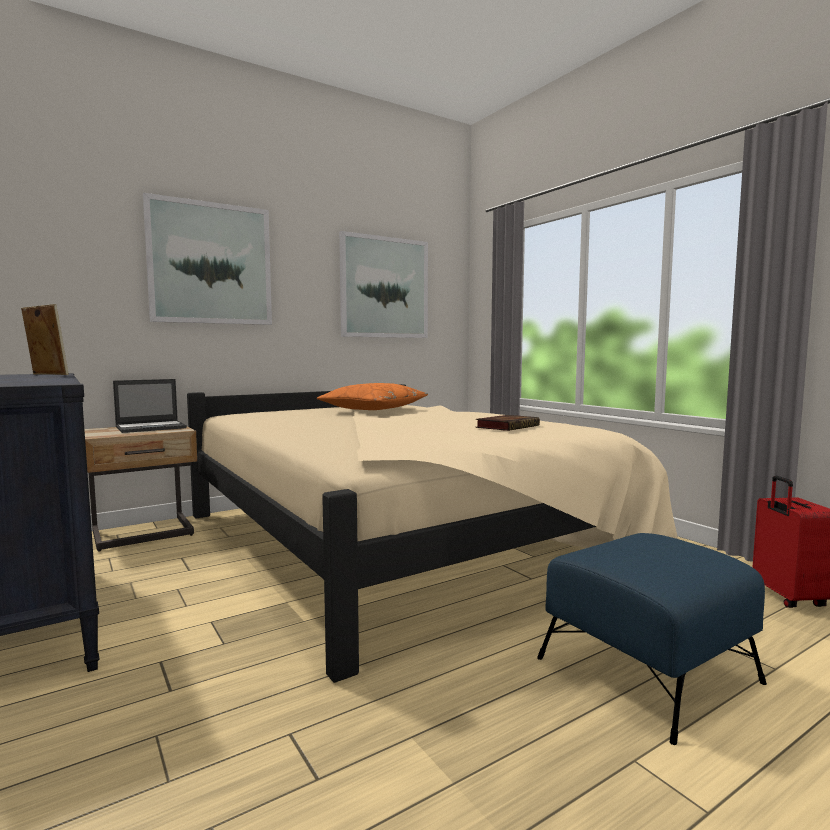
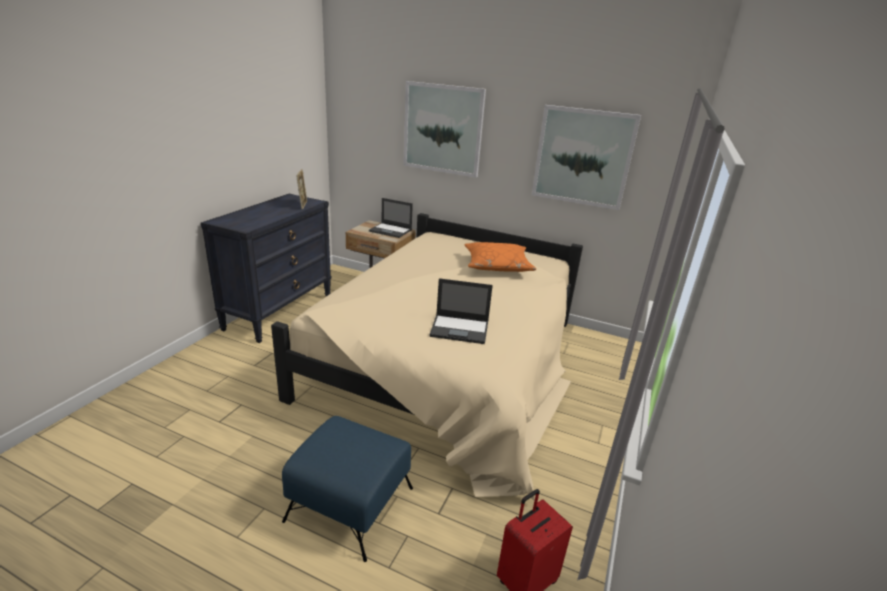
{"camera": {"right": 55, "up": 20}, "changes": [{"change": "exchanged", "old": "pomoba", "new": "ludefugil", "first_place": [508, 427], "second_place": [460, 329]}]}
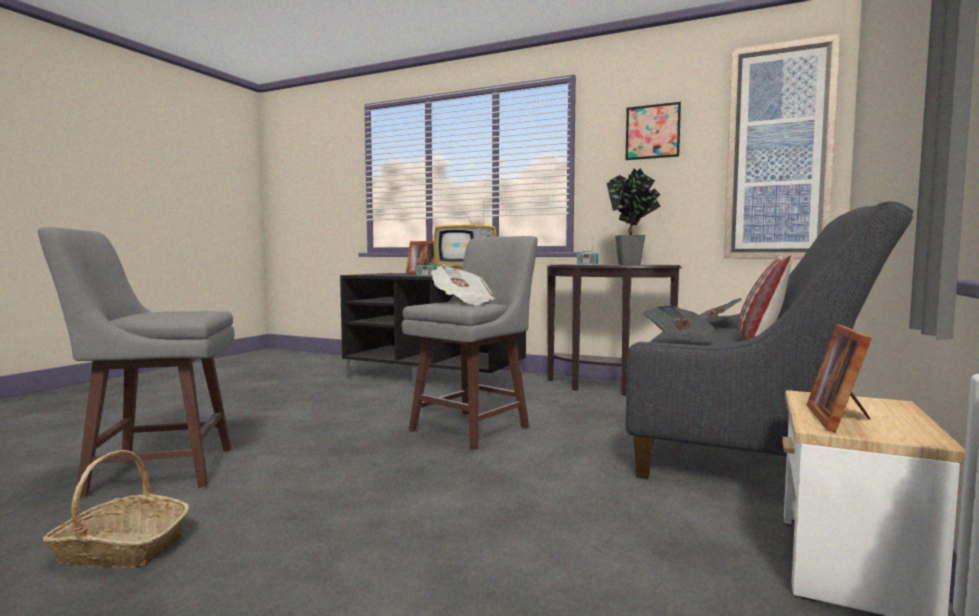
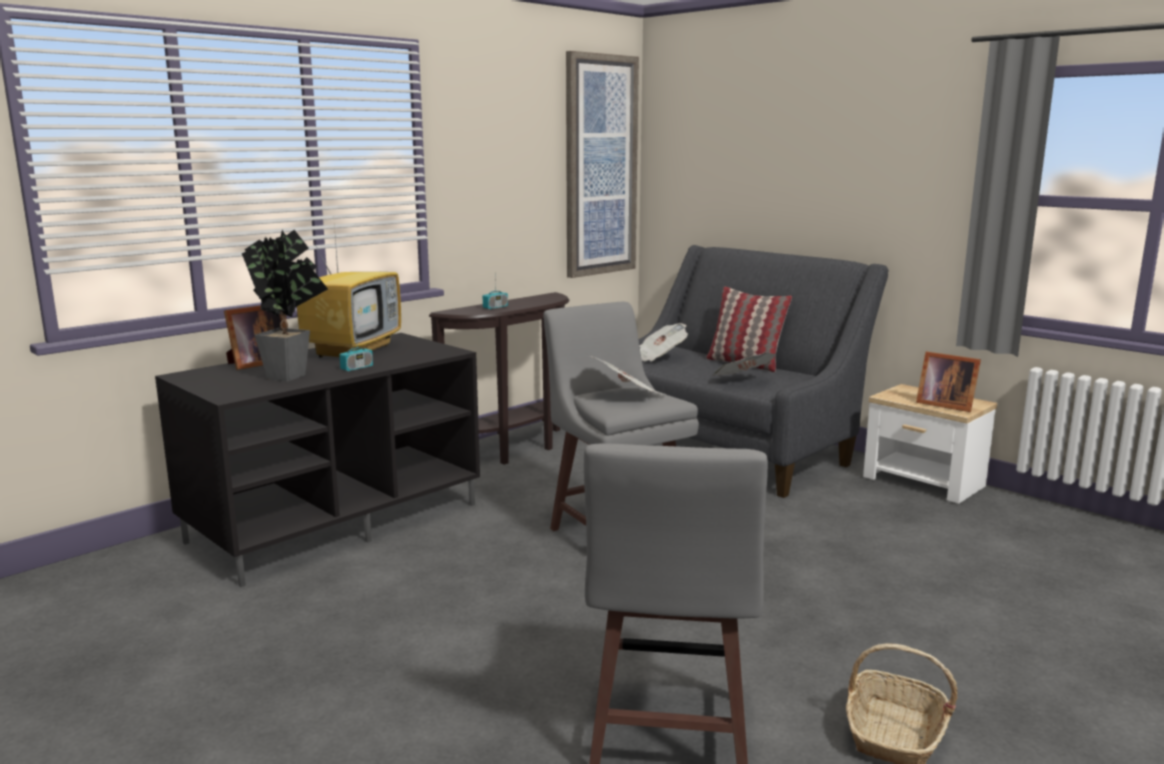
{"camera": {"right": -70, "up": 10}, "changes": [{"change": "missing", "old": "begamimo", "first_place": [652, 131]}, {"change": "relocated", "old": "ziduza", "first_place": [633, 264], "second_place": [292, 375]}]}
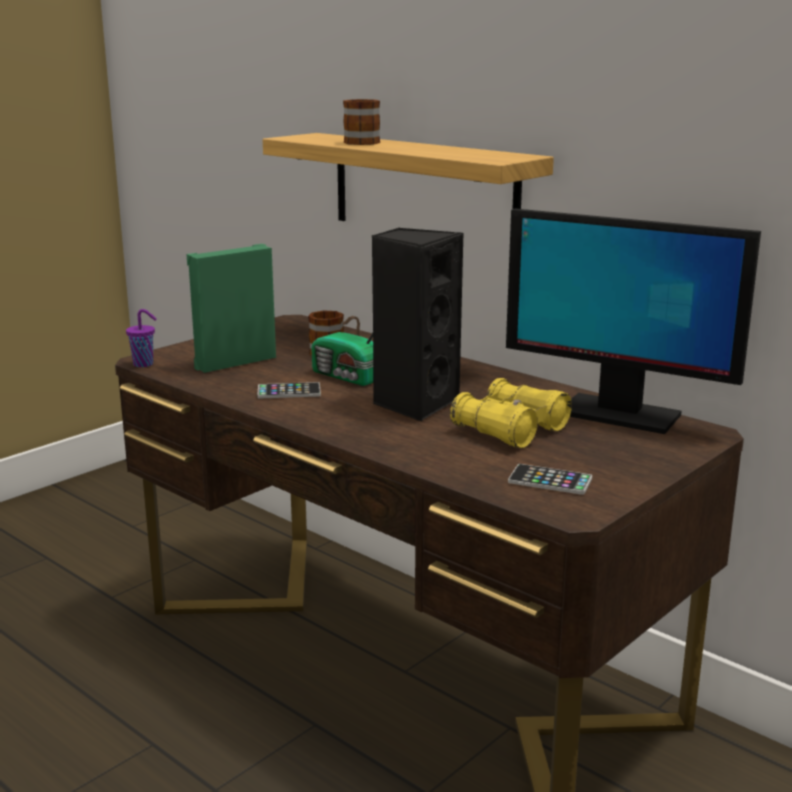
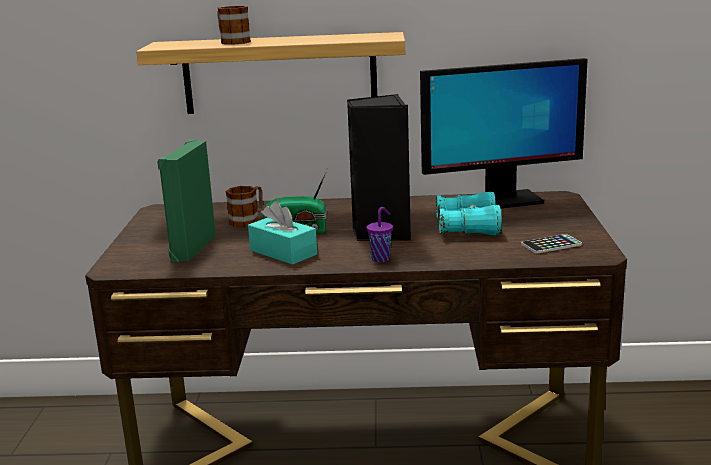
{"camera": {"right": -40, "up": 0}, "changes": [{"change": "relocated", "old": "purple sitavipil", "first_place": [144, 364], "second_place": [381, 258]}, {"change": "colour", "old": "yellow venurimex", "new": "turquoise venurimex", "first_place": [510, 429], "second_place": [468, 227]}, {"change": "exchanged", "old": "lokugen", "new": "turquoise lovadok", "first_place": [289, 392], "second_place": [283, 252]}]}
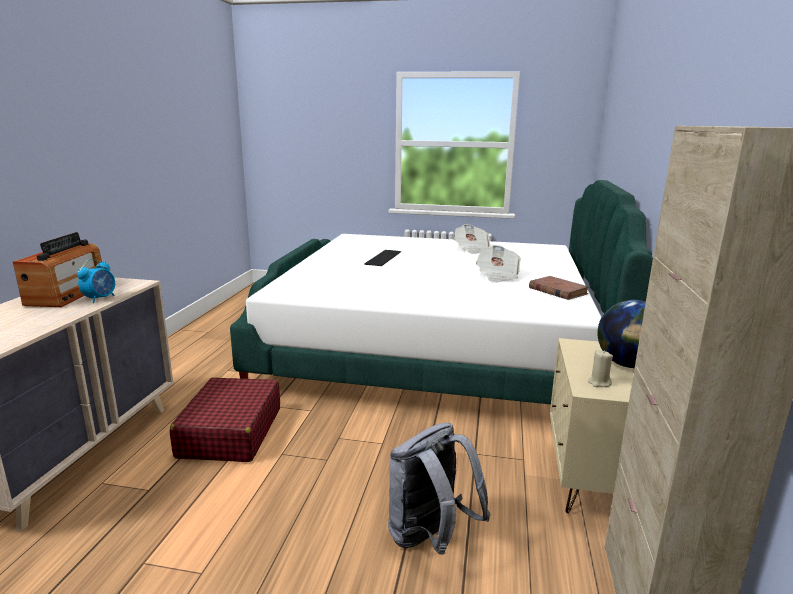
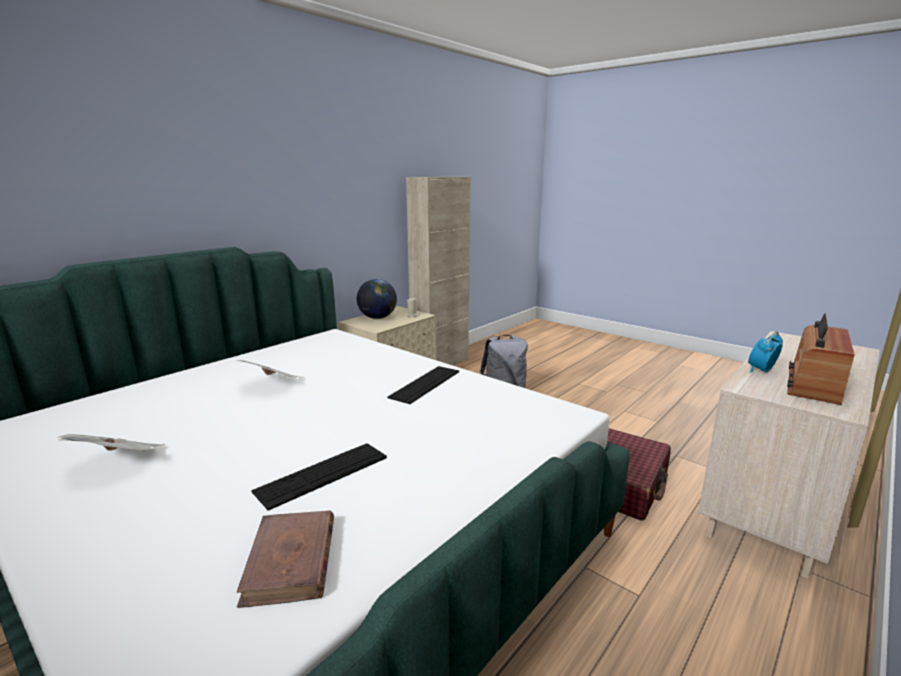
{"camera": {"right": -150, "up": 0}, "changes": [{"change": "relocated", "old": "brown pomoba", "first_place": [557, 291], "second_place": [291, 561]}, {"change": "appeared", "new": "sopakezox", "second_place": [425, 384]}]}
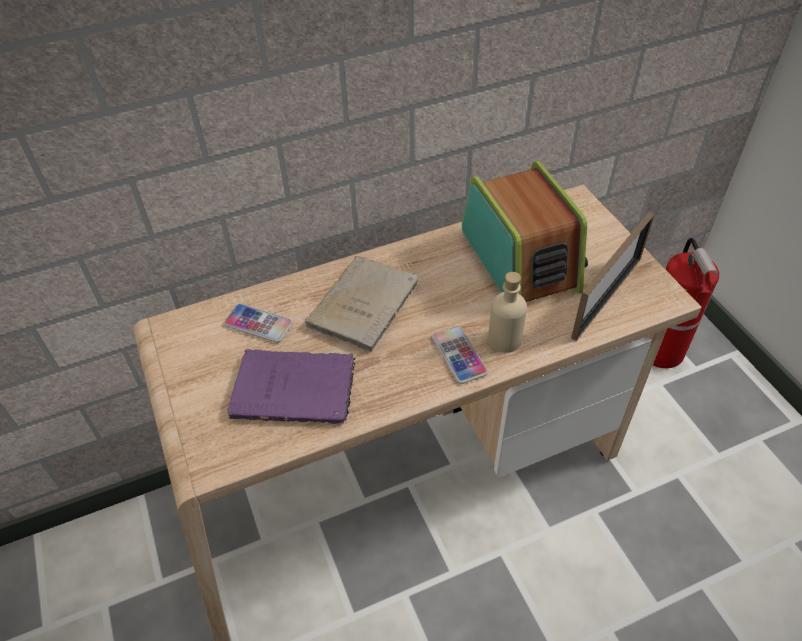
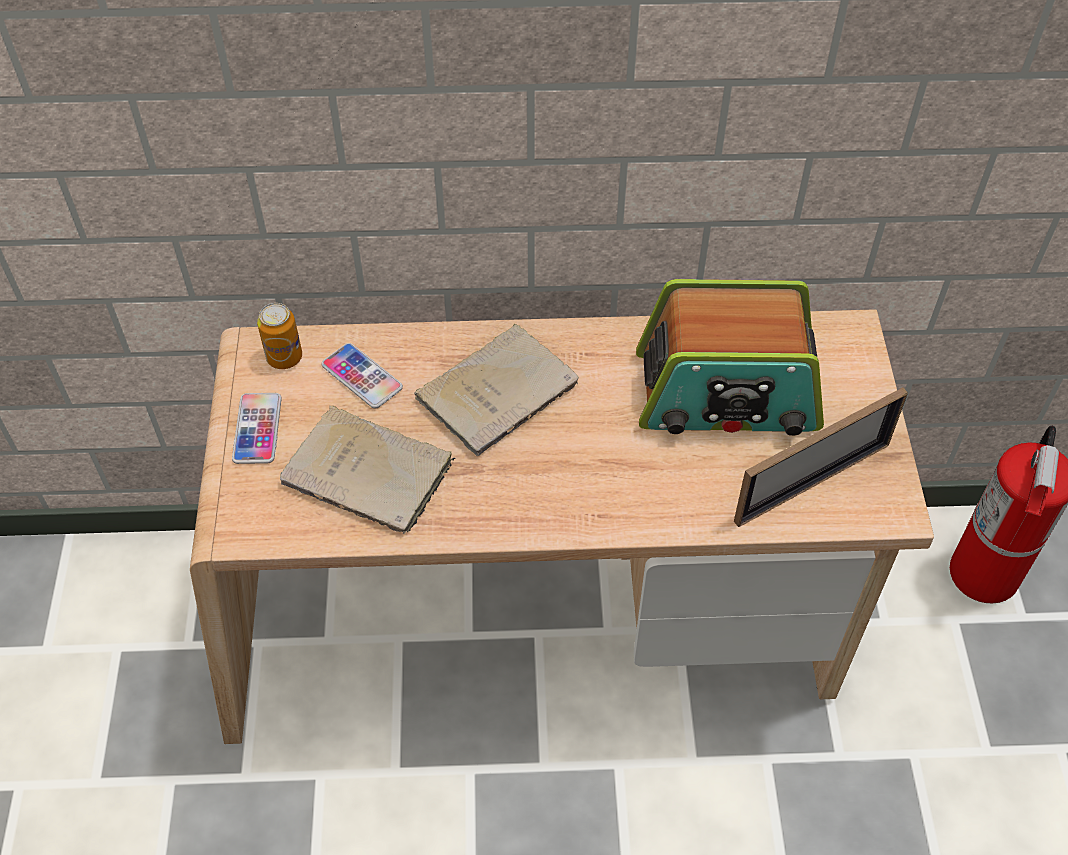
{"camera": {"right": 20, "up": 5}, "changes": [{"change": "spun", "old": "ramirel", "first_place": [520, 259], "second_place": [727, 393], "degrees": 90}, {"change": "missing", "old": "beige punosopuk", "first_place": [504, 340]}, {"change": "relocated", "old": "lokugen", "first_place": [459, 355], "second_place": [257, 429]}, {"change": "colour", "old": "purple pomoba", "new": "beige pomoba", "first_place": [298, 389], "second_place": [372, 474]}, {"change": "appeared", "new": "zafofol", "second_place": [284, 357]}]}
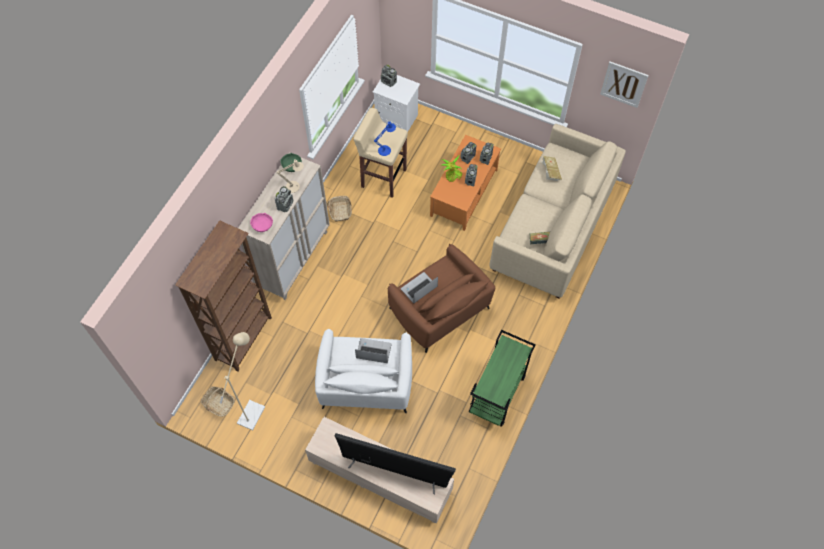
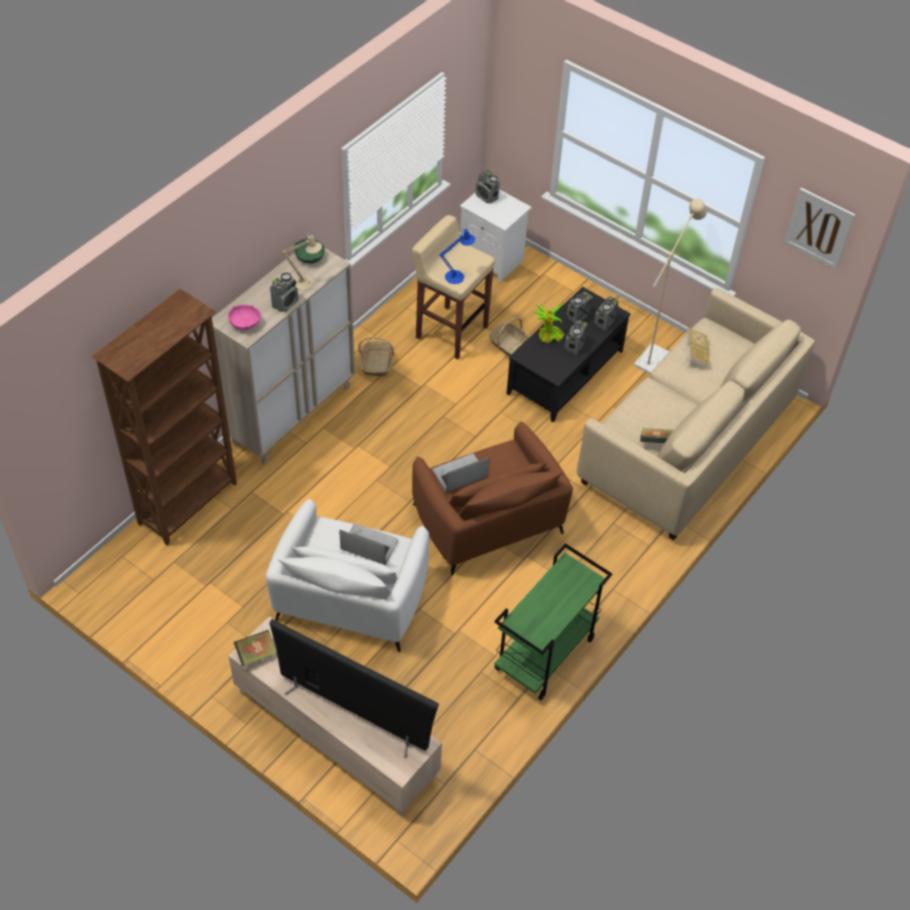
{"camera": {"right": 10, "up": -10}, "changes": [{"change": "colour", "old": "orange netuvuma", "new": "black netuvuma", "first_place": [464, 193], "second_place": [566, 373]}, {"change": "relocated", "old": "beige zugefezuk", "first_place": [253, 410], "second_place": [656, 355]}, {"change": "relocated", "old": "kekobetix", "first_place": [219, 403], "second_place": [509, 345]}, {"change": "appeared", "new": "pomoba", "second_place": [256, 654]}]}
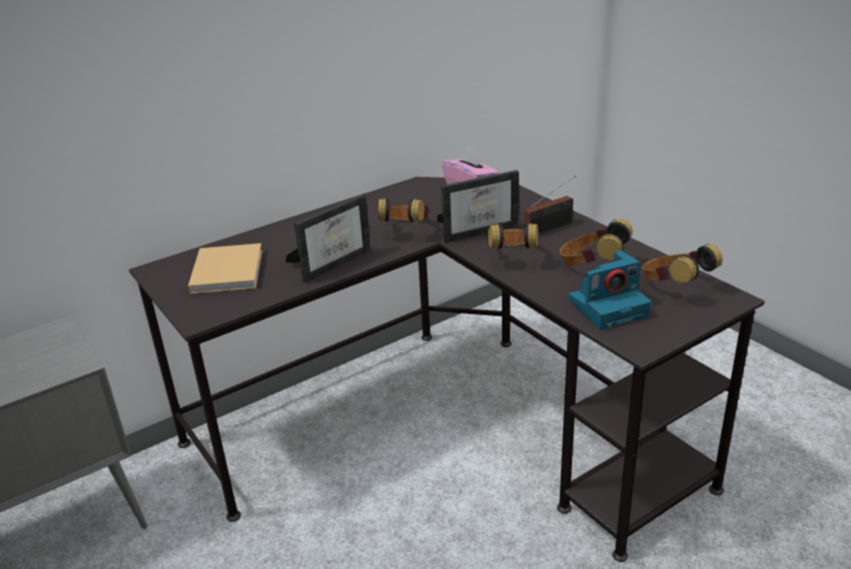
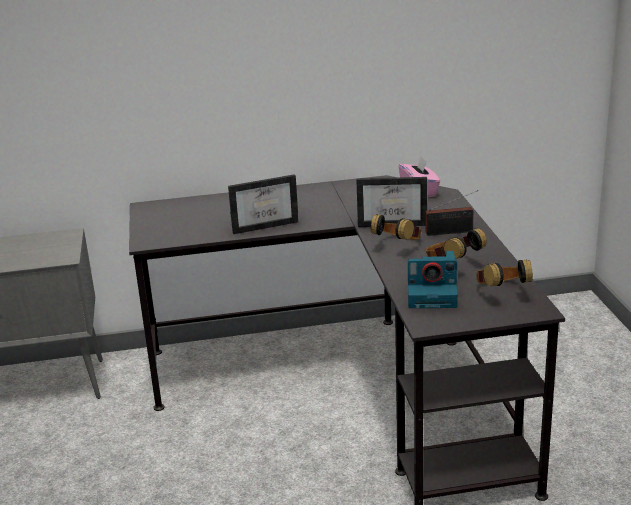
{"camera": {"right": 25, "up": -5}, "changes": [{"change": "missing", "old": "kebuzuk", "first_place": [405, 230]}, {"change": "missing", "old": "beige pomoba", "first_place": [227, 270]}]}
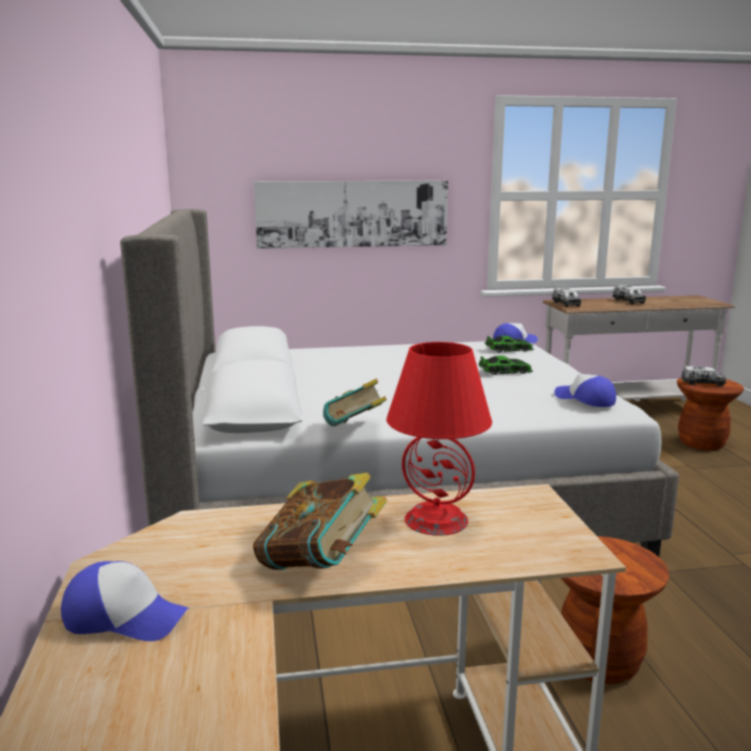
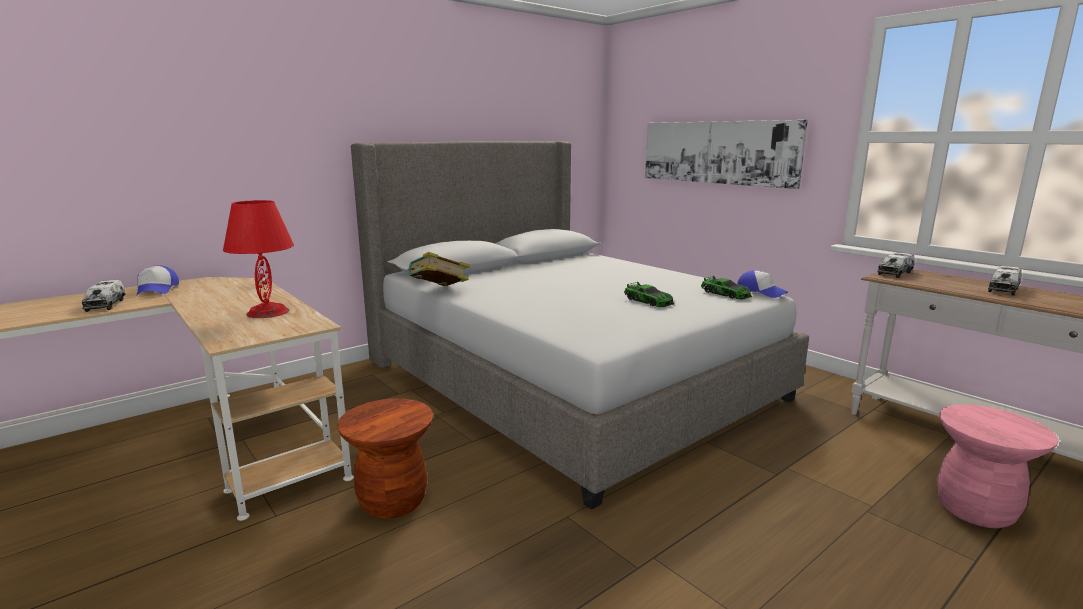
{"camera": {"right": 60, "up": 0}, "changes": [{"change": "relocated", "old": "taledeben", "first_place": [702, 383], "second_place": [106, 305]}, {"change": "missing", "old": "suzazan", "first_place": [585, 399]}, {"change": "colour", "old": "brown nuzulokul", "new": "pink nuzulokul", "first_place": [701, 443], "second_place": [975, 510]}, {"change": "missing", "old": "pomoba", "first_place": [320, 566]}]}
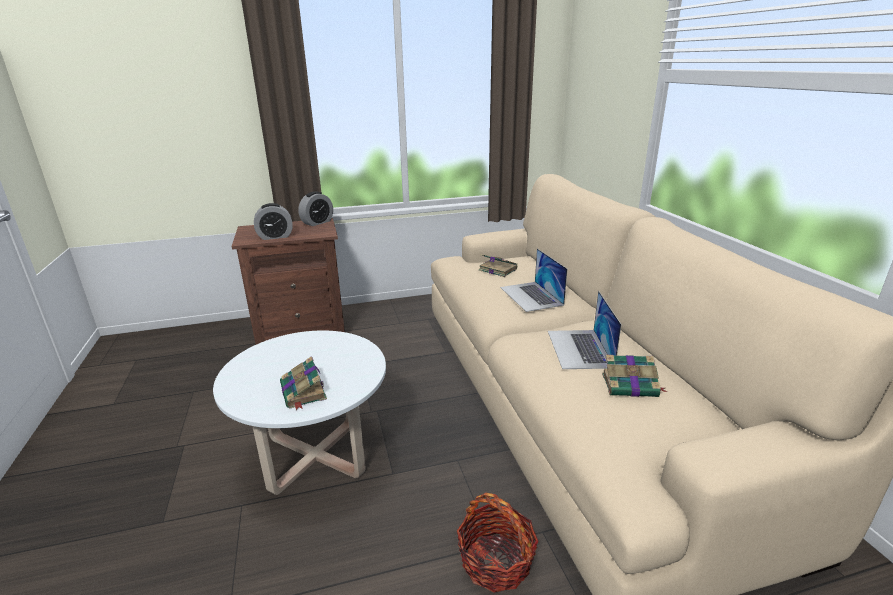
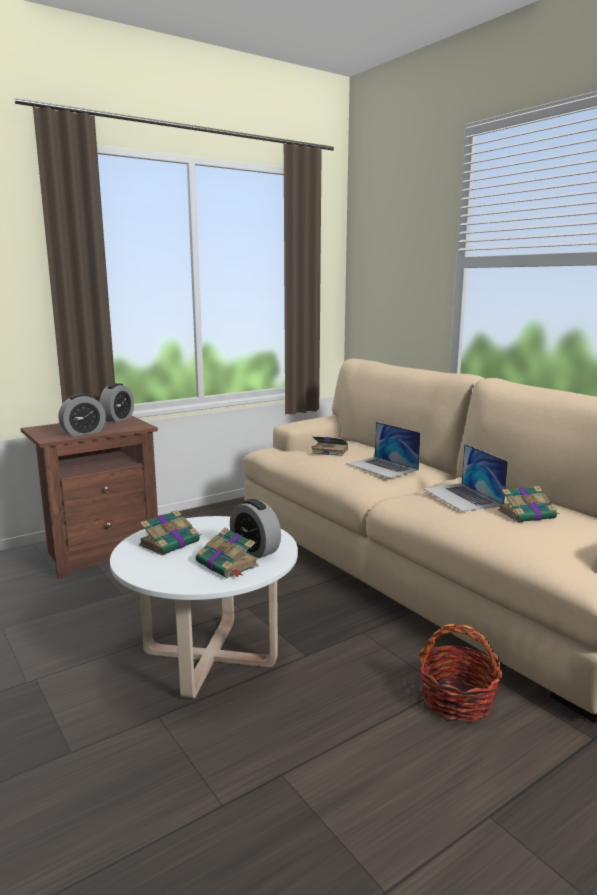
{"camera": {"right": -20, "up": -10}, "changes": [{"change": "appeared", "new": "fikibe", "second_place": [255, 550]}, {"change": "appeared", "new": "pomoba", "second_place": [171, 543]}]}
